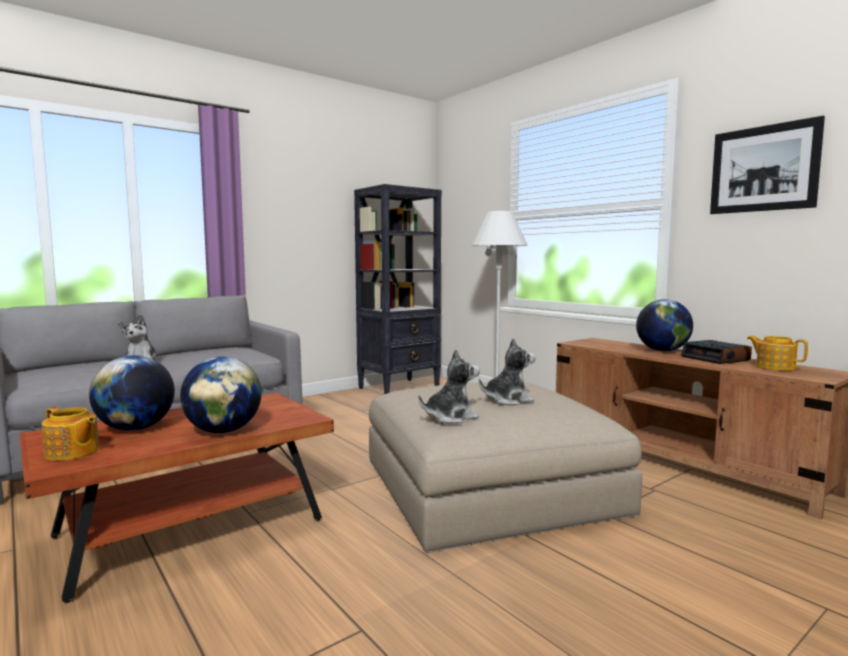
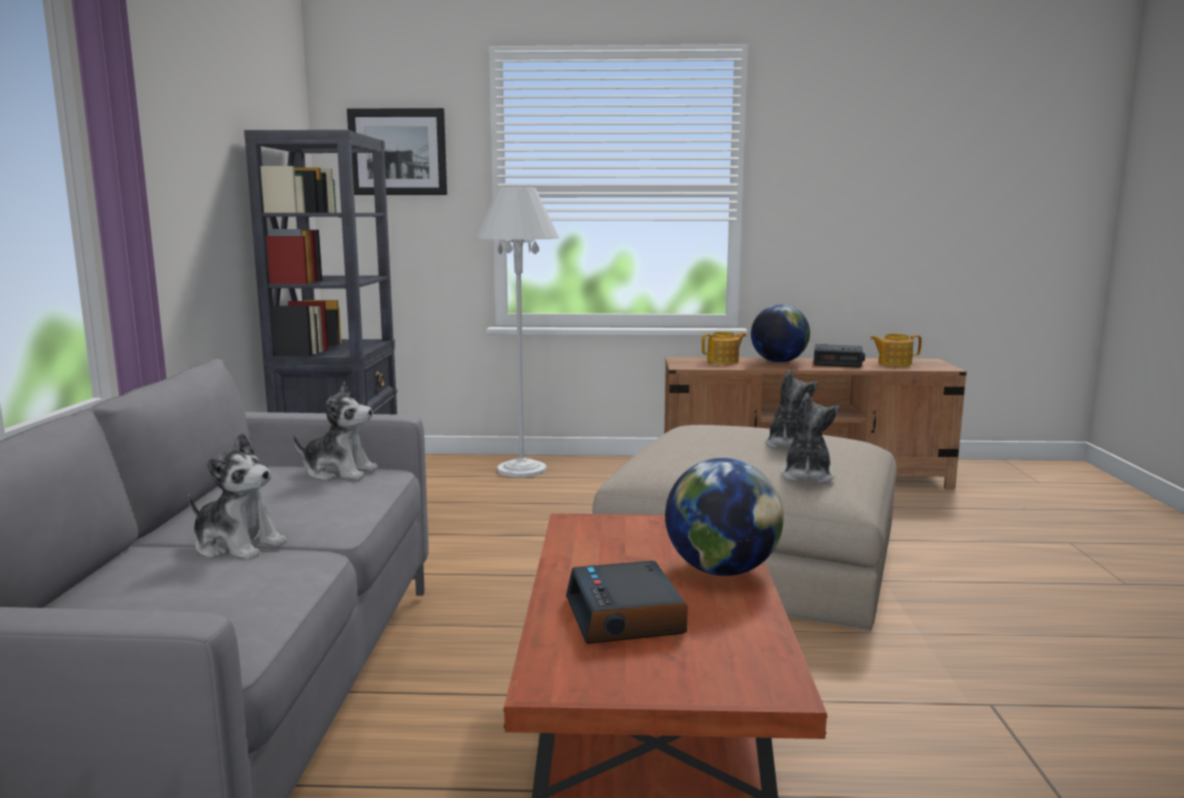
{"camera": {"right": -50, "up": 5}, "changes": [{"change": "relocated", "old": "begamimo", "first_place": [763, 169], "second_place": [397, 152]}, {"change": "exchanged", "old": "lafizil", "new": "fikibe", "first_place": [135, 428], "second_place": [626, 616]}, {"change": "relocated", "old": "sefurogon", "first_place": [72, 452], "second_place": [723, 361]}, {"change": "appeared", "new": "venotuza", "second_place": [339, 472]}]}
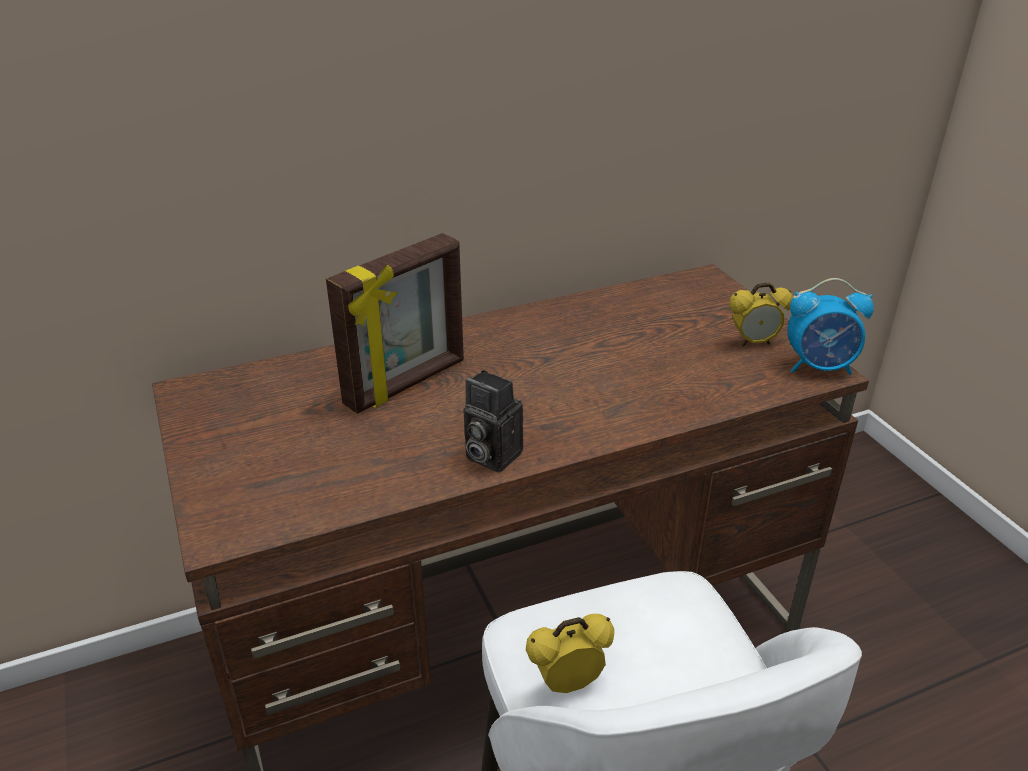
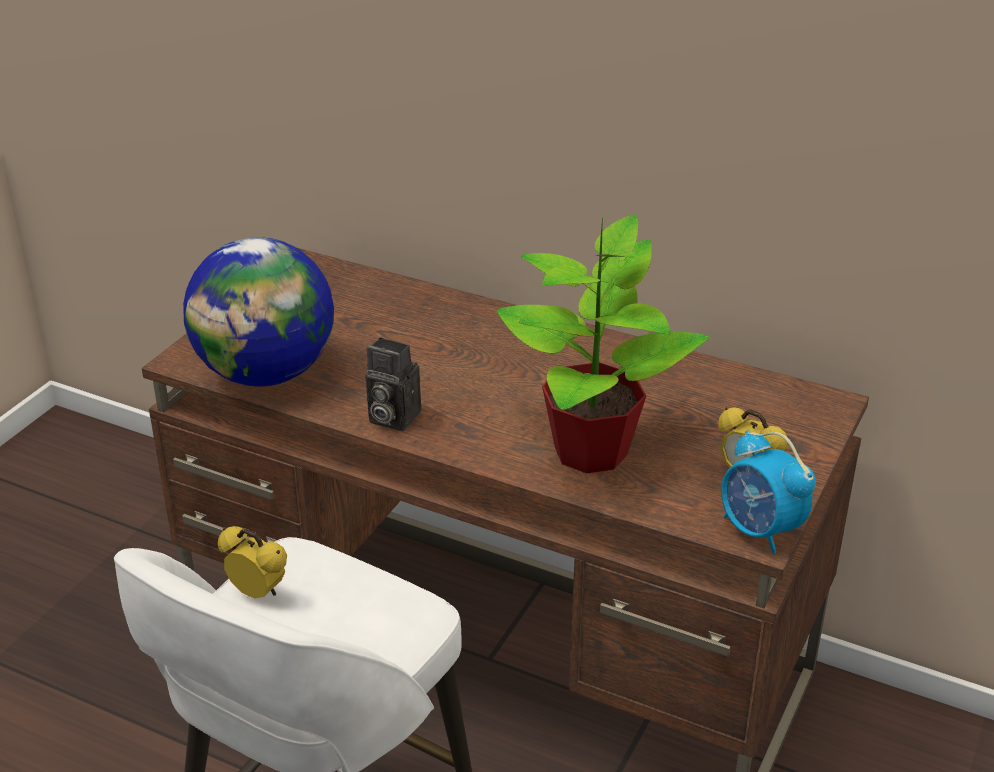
{"camera": {"right": 50, "up": 0}, "changes": [{"change": "missing", "old": "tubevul", "first_place": [406, 384]}, {"change": "spun", "old": "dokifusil", "first_place": [489, 455], "second_place": [390, 417], "degrees": -60}, {"change": "appeared", "new": "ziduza", "second_place": [591, 449]}, {"change": "appeared", "new": "lafizil", "second_place": [267, 373]}]}
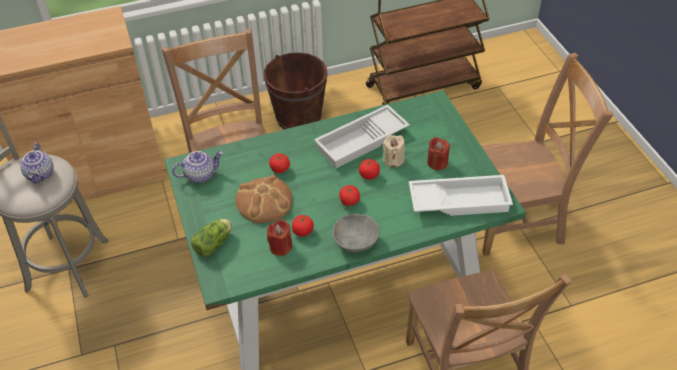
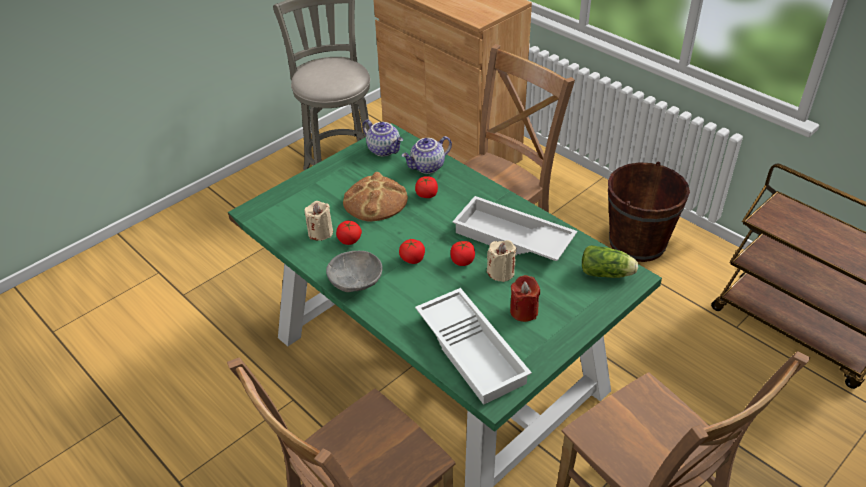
{"camera": {"right": 65, "up": -5}, "changes": [{"change": "relocated", "old": "sefurogon", "first_place": [41, 174], "second_place": [427, 167]}, {"change": "relocated", "old": "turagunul", "first_place": [214, 243], "second_place": [608, 273]}, {"change": "colour", "old": "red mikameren", "new": "beige mikameren", "first_place": [280, 247], "second_place": [320, 232]}]}
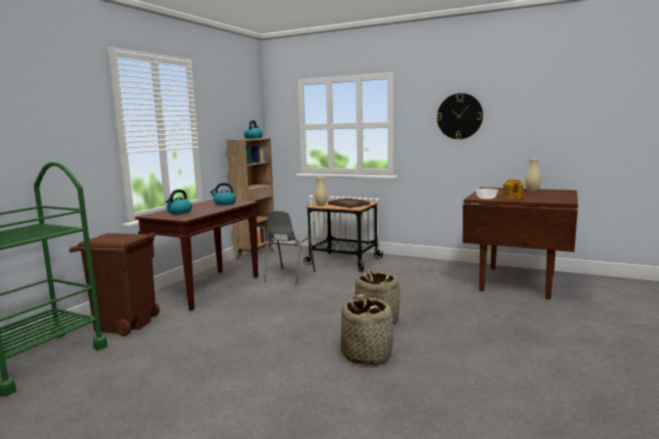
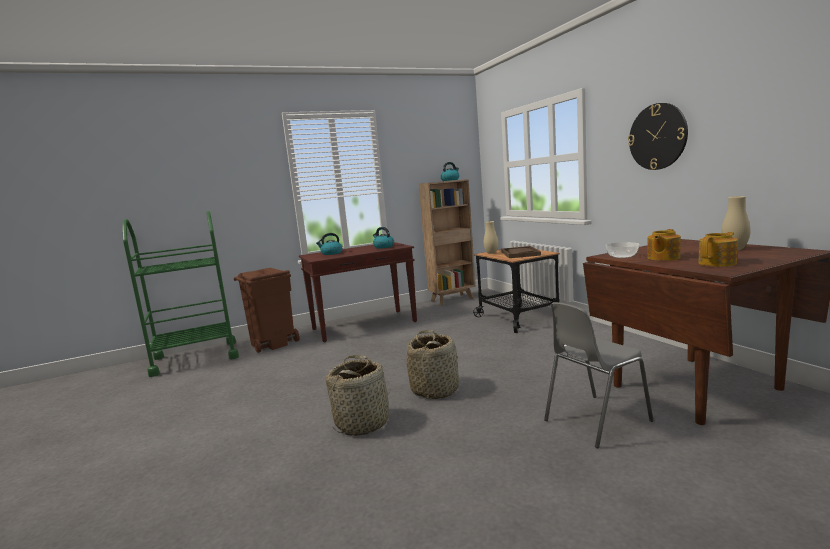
{"camera": {"right": 40, "up": 0}, "changes": [{"change": "relocated", "old": "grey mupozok", "first_place": [289, 276], "second_place": [595, 420]}, {"change": "appeared", "new": "sefurogon", "second_place": [718, 263]}]}
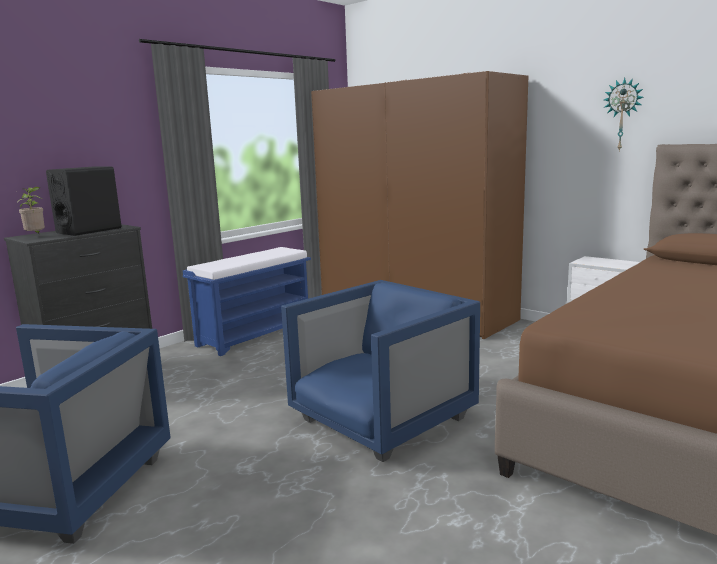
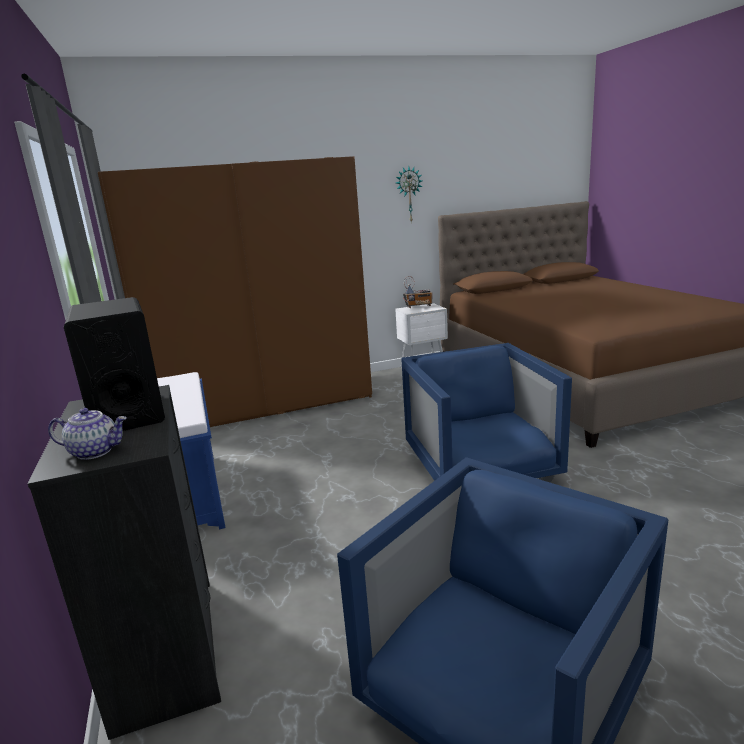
{"camera": {"right": -60, "up": 5}, "changes": [{"change": "exchanged", "old": "ziduza", "new": "sefurogon", "first_place": [36, 236], "second_place": [95, 451]}, {"change": "appeared", "new": "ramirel", "second_place": [418, 307]}]}
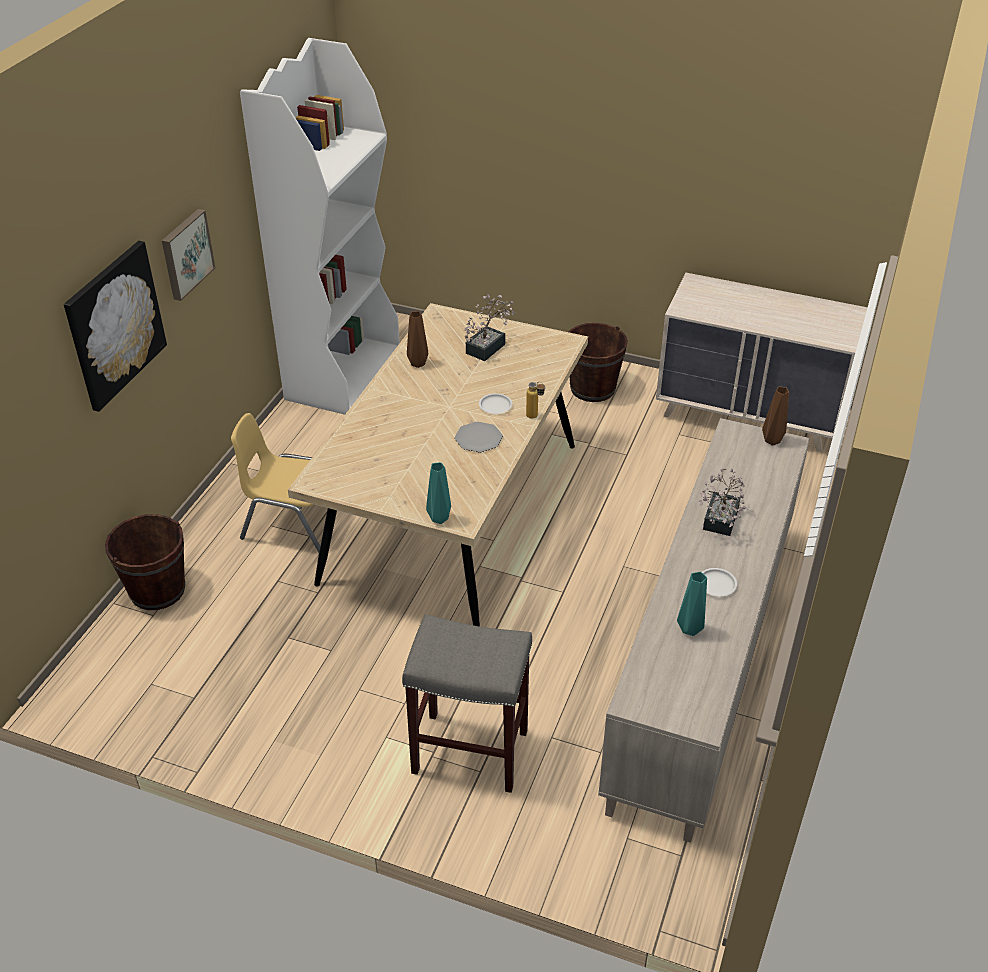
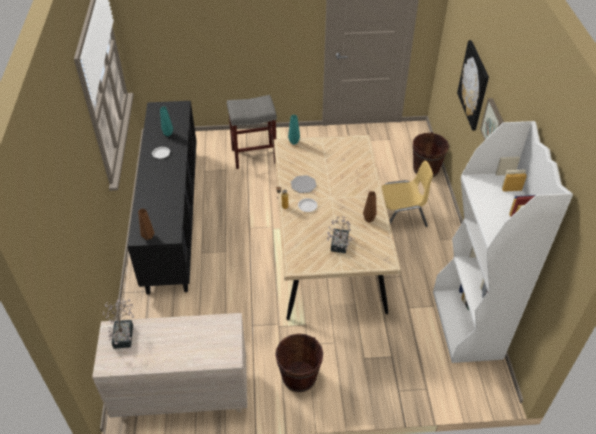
{"camera": {"right": 155, "up": 5}, "changes": [{"change": "colour", "old": "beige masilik", "new": "black masilik", "first_place": [702, 663], "second_place": [172, 217]}, {"change": "relocated", "old": "ziduza", "first_place": [718, 523], "second_place": [124, 333]}]}
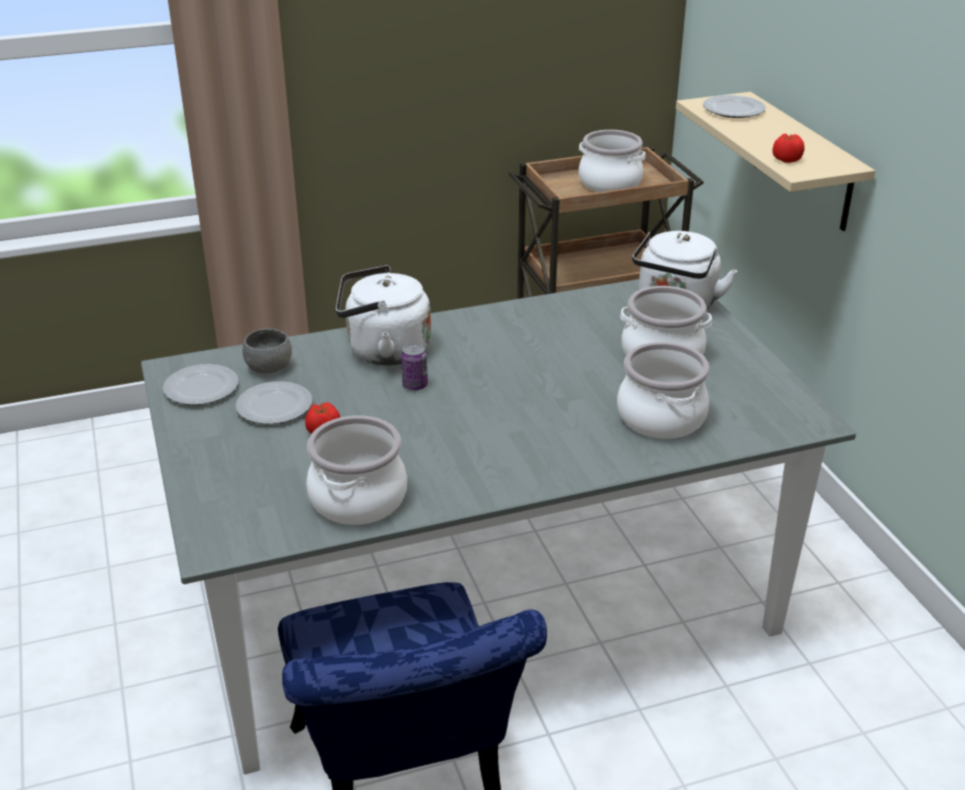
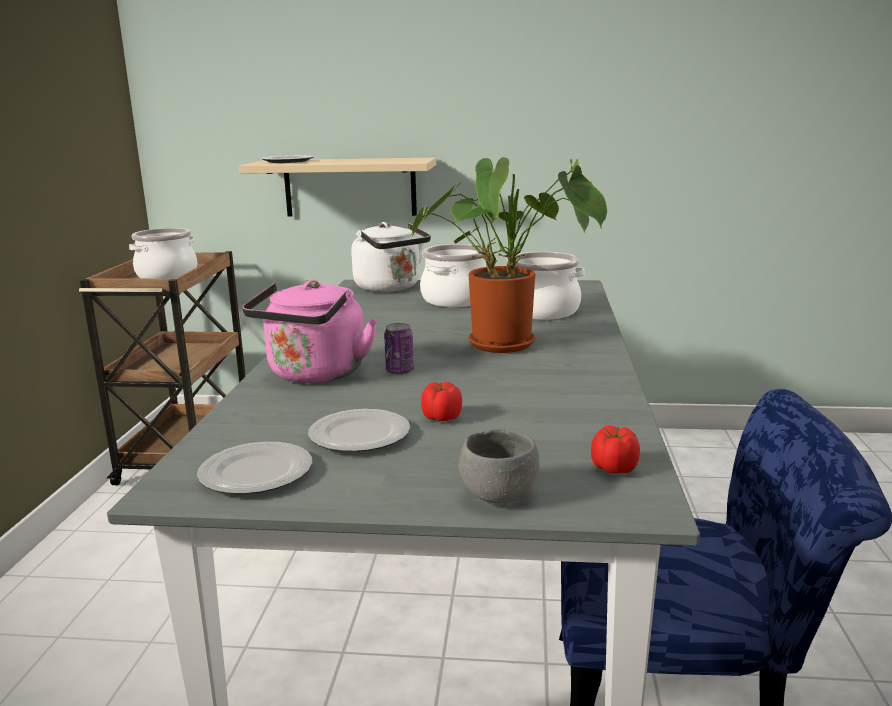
{"camera": {"right": -65, "up": -15}, "changes": [{"change": "relocated", "old": "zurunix", "first_place": [786, 160], "second_place": [613, 469]}, {"change": "colour", "old": "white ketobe", "new": "pink ketobe", "first_place": [383, 351], "second_place": [315, 375]}, {"change": "relocated", "old": "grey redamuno", "first_place": [269, 368], "second_place": [498, 495]}, {"change": "missing", "old": "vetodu", "first_place": [359, 499]}, {"change": "appeared", "new": "ziduza", "second_place": [510, 344]}]}
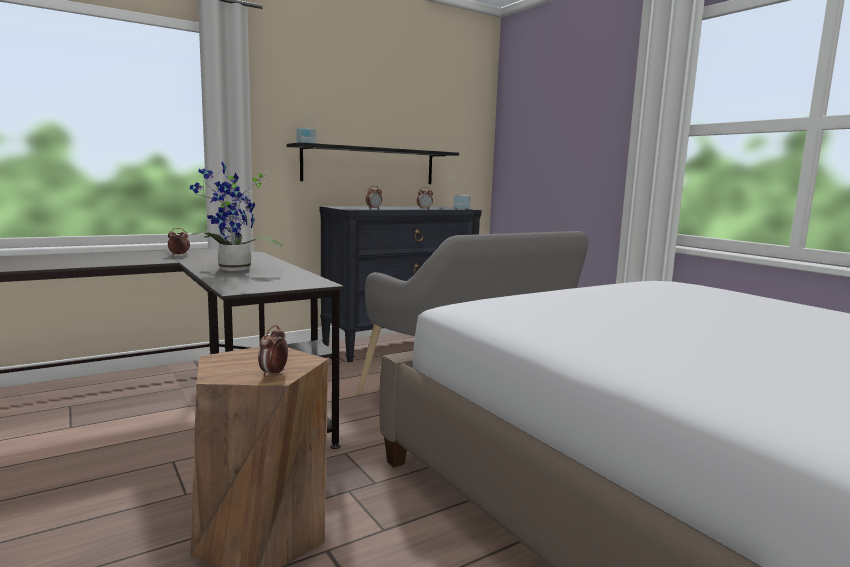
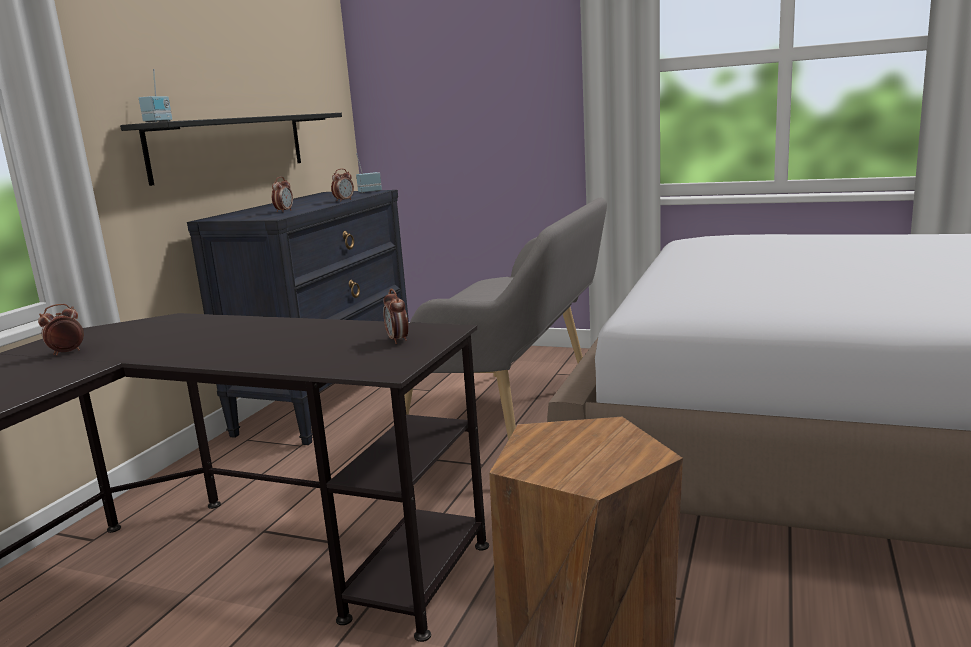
{"camera": {"right": -35, "up": 5}, "changes": [{"change": "missing", "old": "ziduza", "first_place": [233, 270]}, {"change": "relocated", "old": "fikibe", "first_place": [273, 374], "second_place": [398, 340]}]}
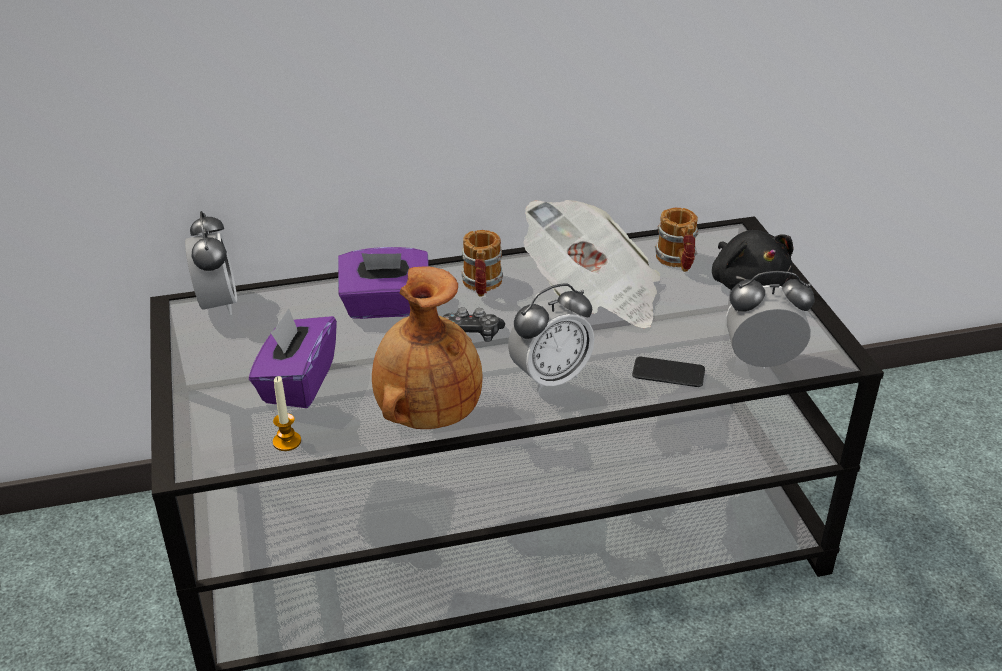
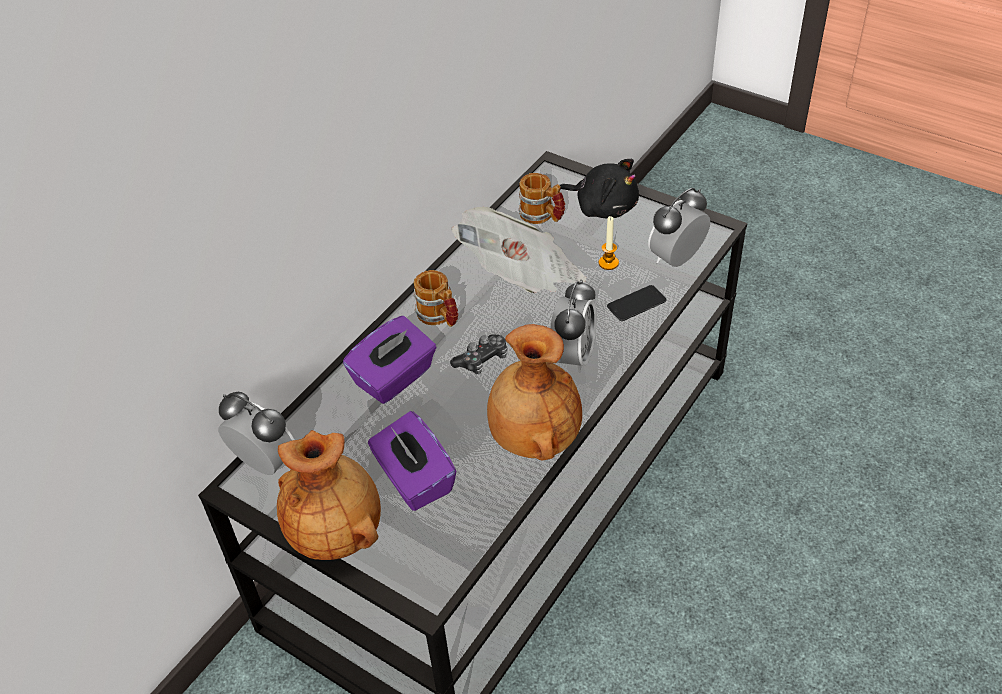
{"camera": {"right": -40, "up": 10}, "changes": [{"change": "relocated", "old": "mikameren", "first_place": [287, 442], "second_place": [608, 263]}, {"change": "appeared", "new": "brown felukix", "second_place": [337, 532]}]}
